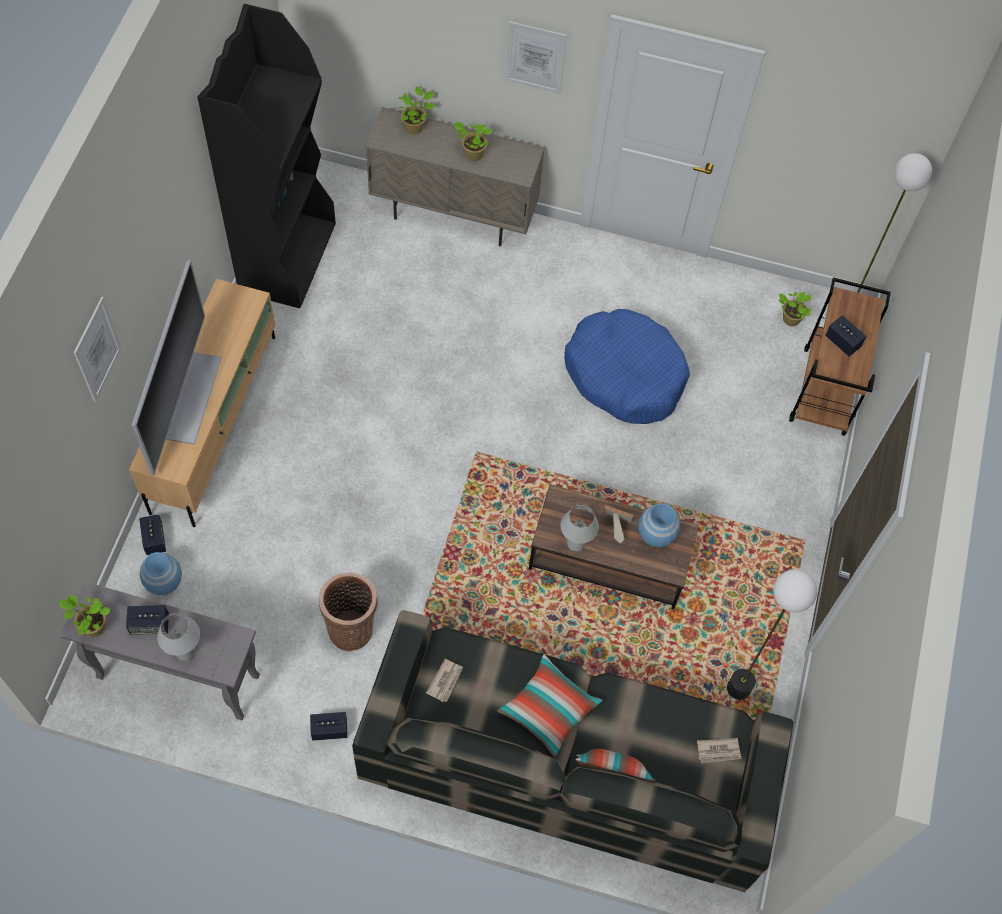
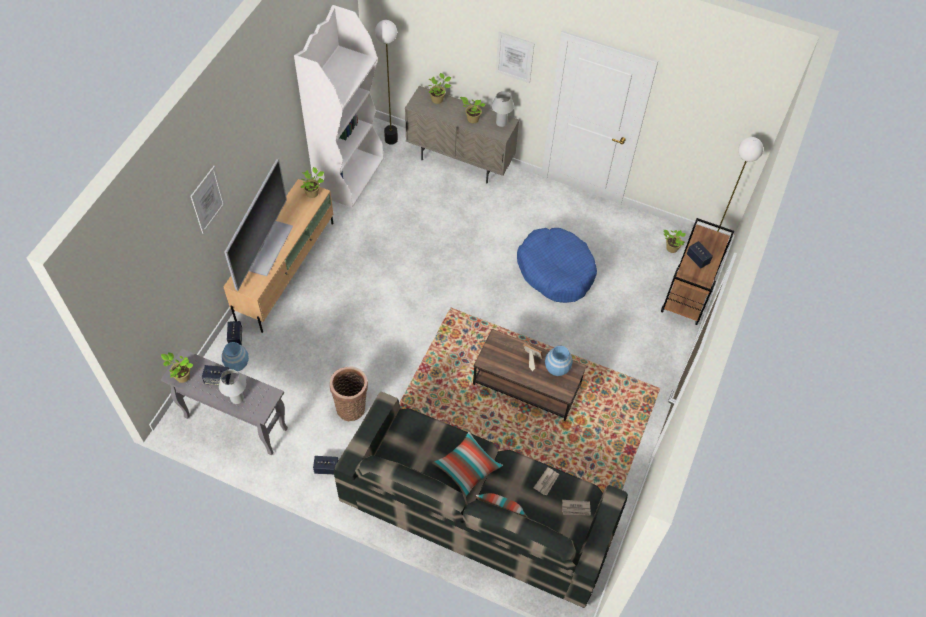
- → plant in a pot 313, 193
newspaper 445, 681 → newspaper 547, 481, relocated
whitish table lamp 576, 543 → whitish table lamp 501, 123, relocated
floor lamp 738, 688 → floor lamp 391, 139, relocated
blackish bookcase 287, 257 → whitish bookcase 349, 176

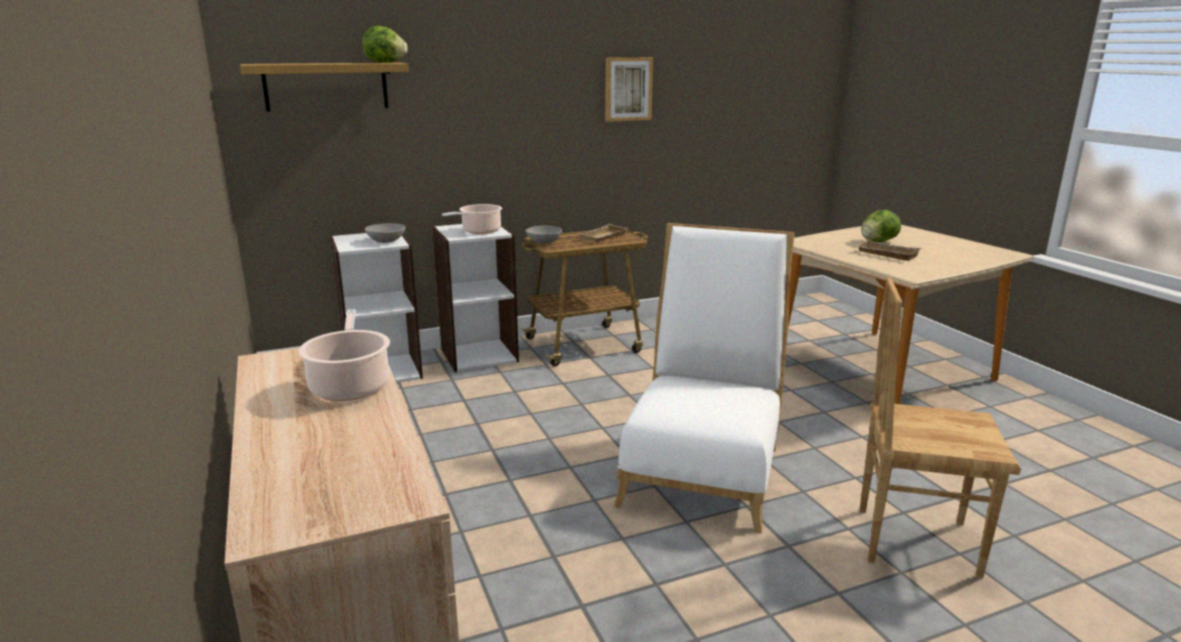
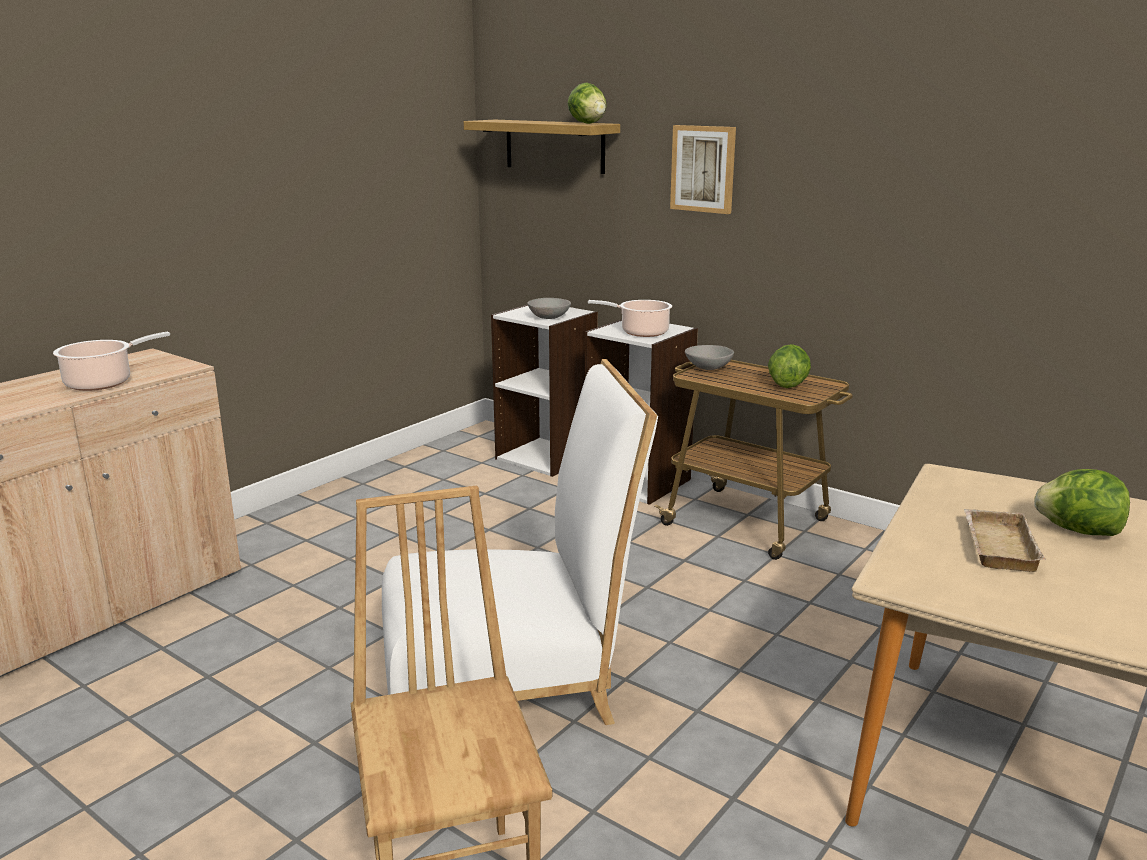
picture 628, 89 → picture 703, 169, relocated
beige-coloured carrying tray 604, 237 → head of lettuce 787, 385

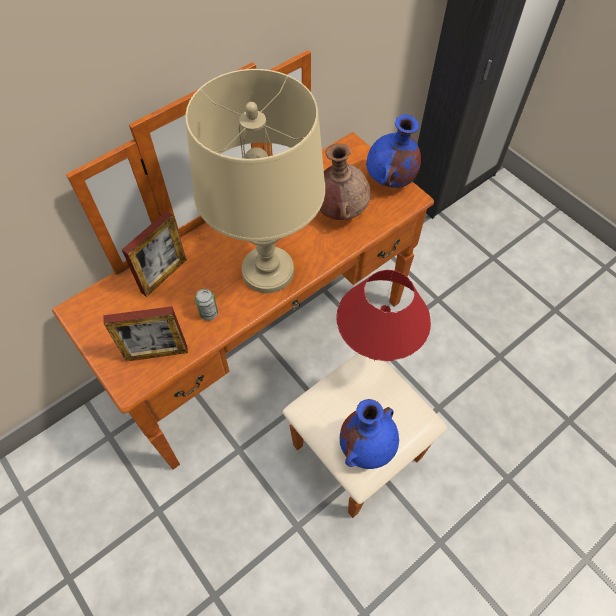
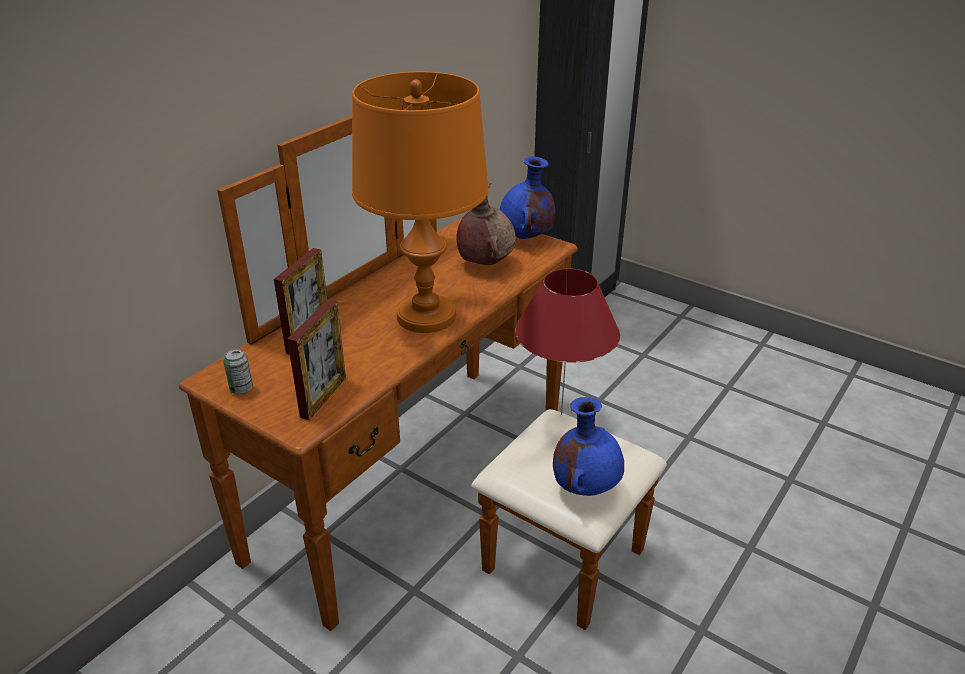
can 209, 313 → can 241, 389, relocated
beige-coloured table lamp 267, 271 → orangey table lamp 426, 316
standing frame 157, 353 → standing frame 323, 397, 45 degrees counterclockwise

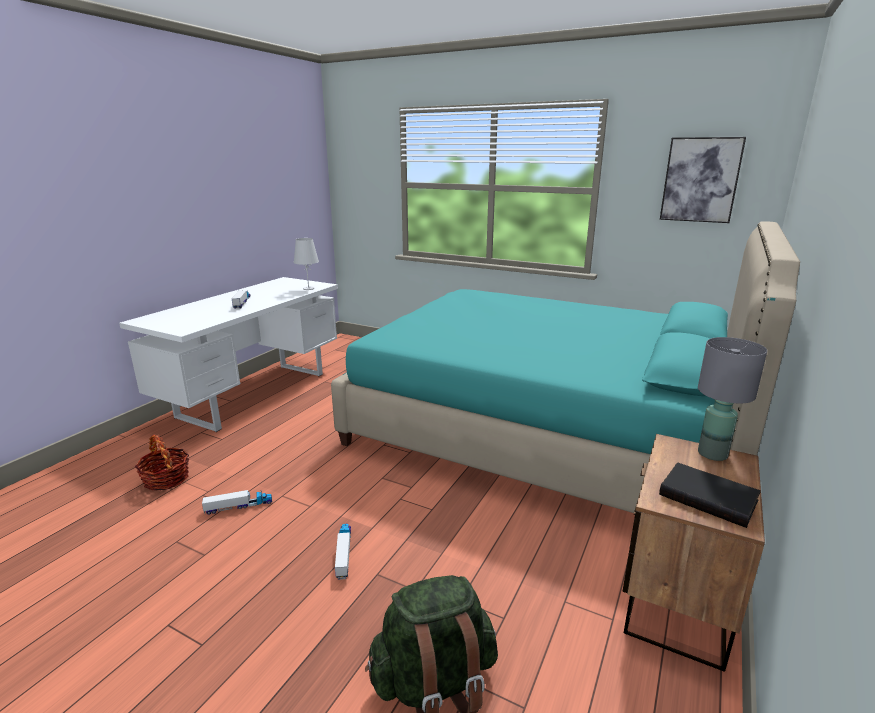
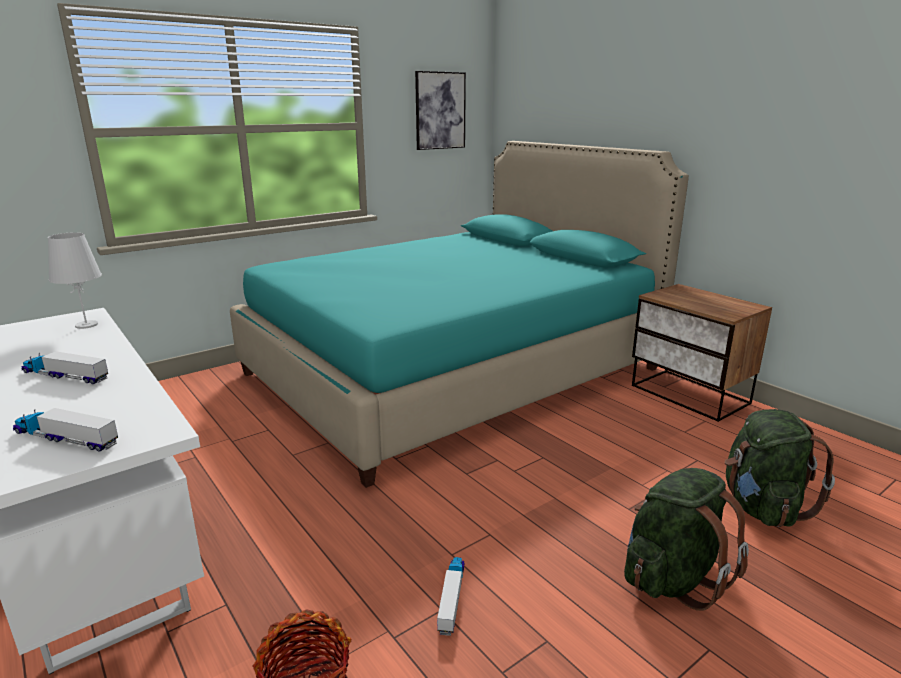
blackish volume 709, 497 → -
gray table lamp 713, 454 → -
- → green knapsack 673, 578
toy lorry 344, 553 → toy lorry 65, 438, relocated

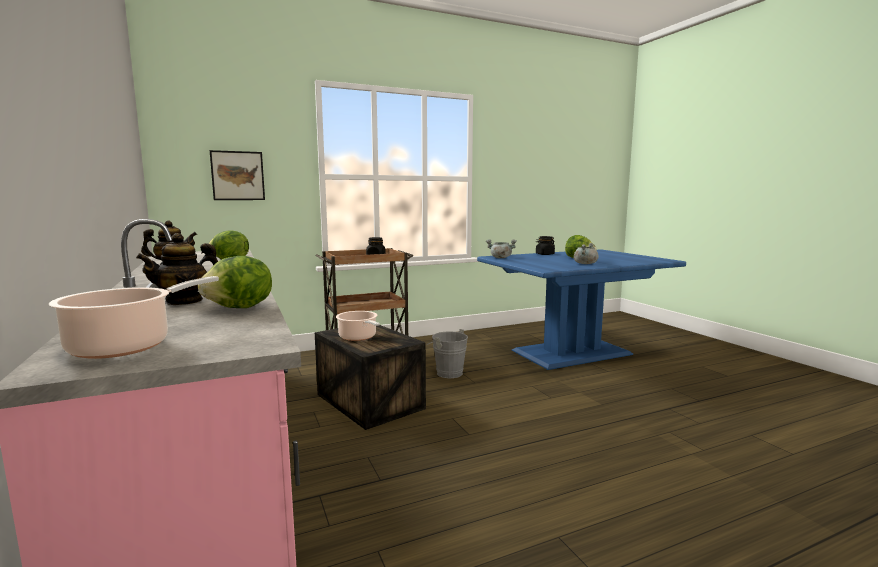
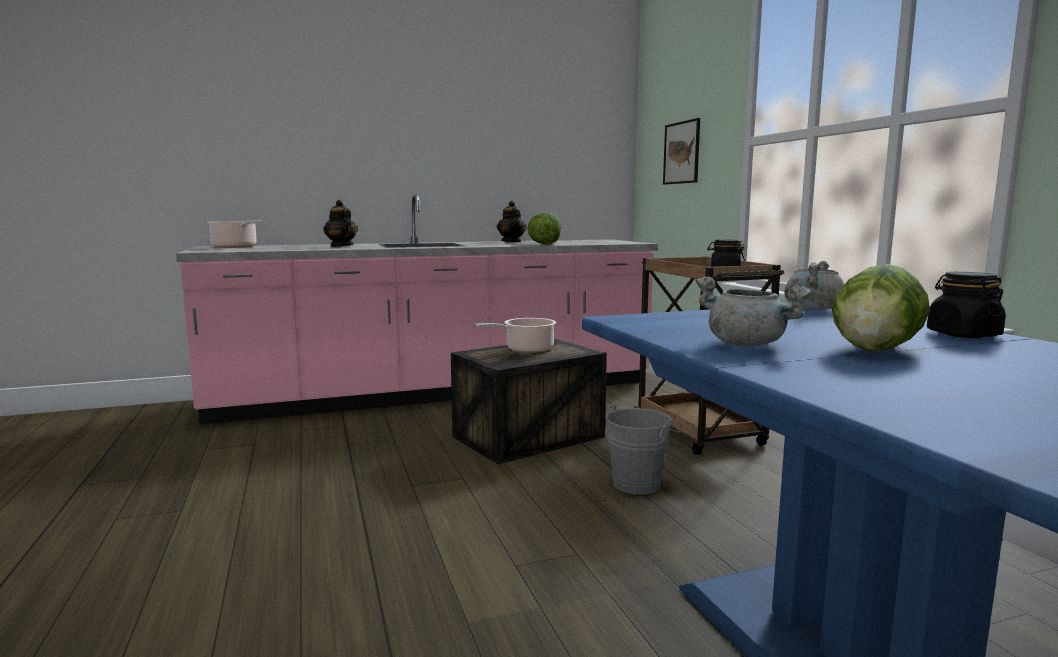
head of lettuce 240, 308 → -

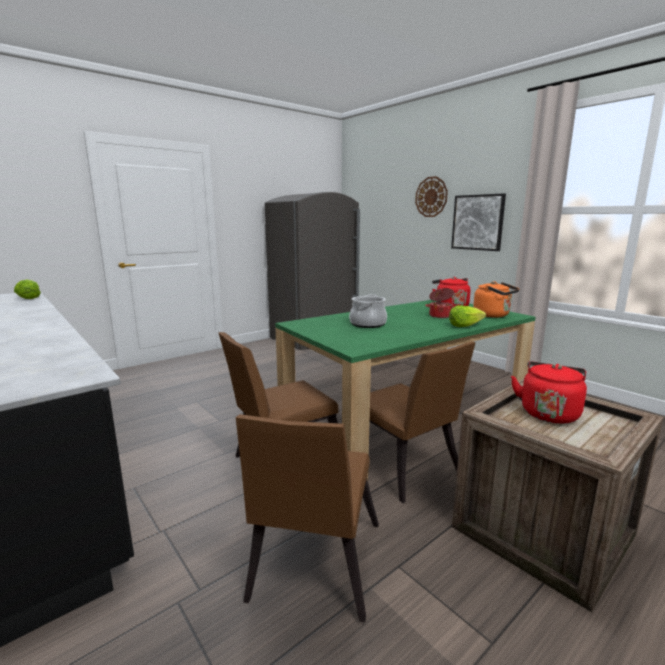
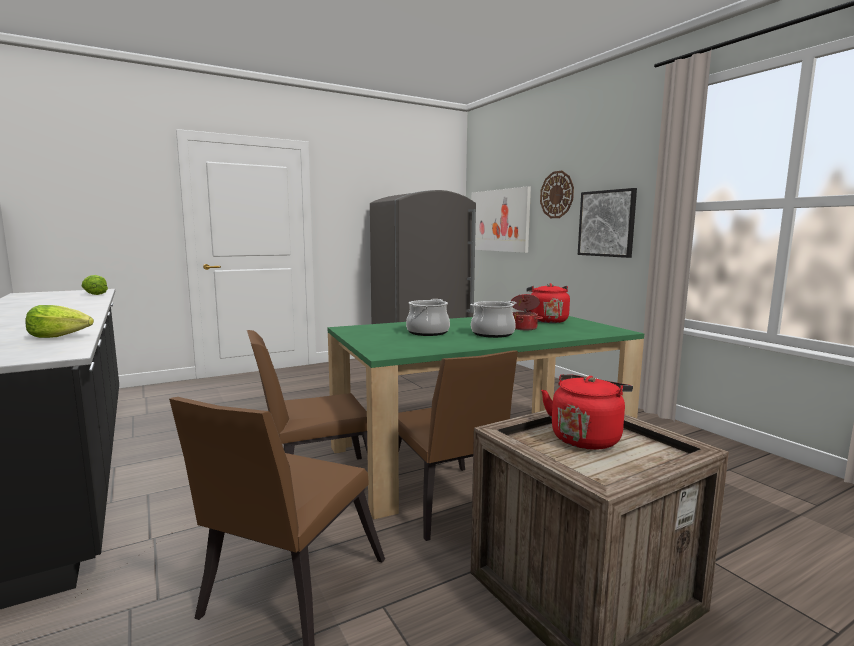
orangey kettle 493, 315 → -
- → stockpot 492, 334
- → picture 499, 220
head of lettuce 464, 325 → head of lettuce 60, 336, relocated

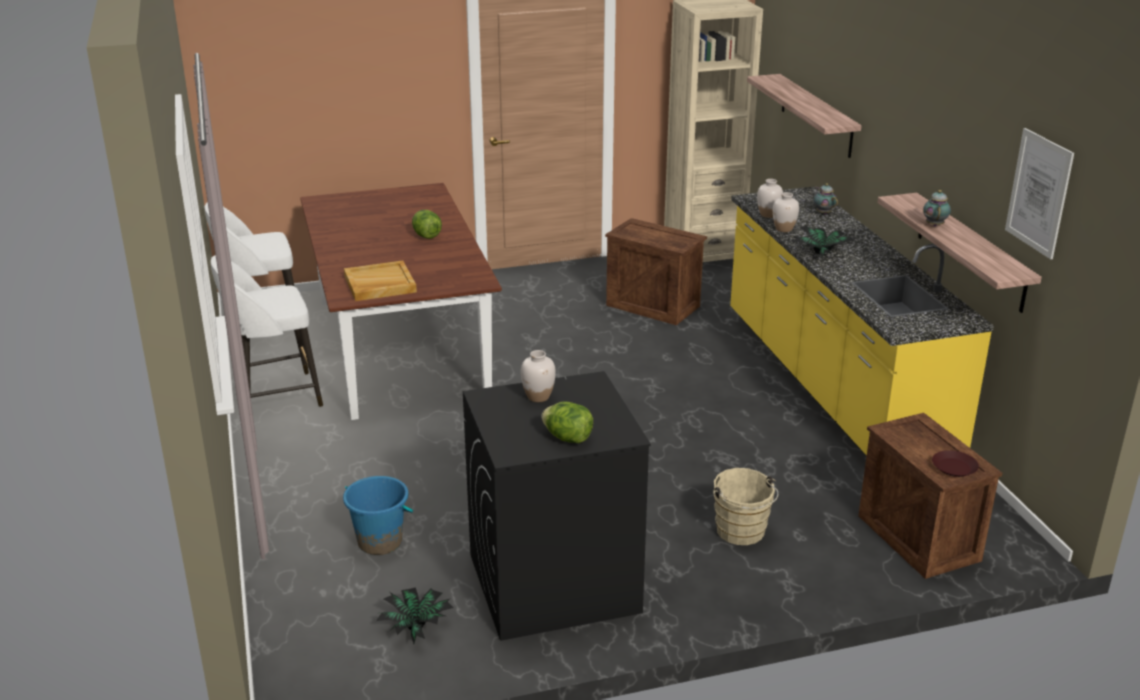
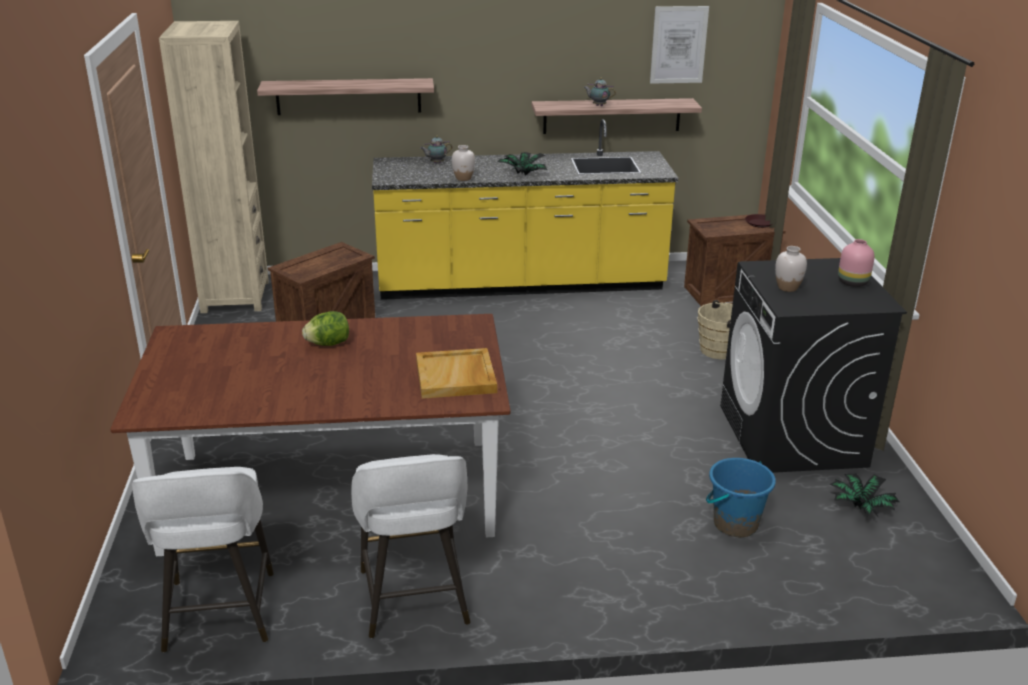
whitish flower vase 768, 214 → -
head of lettuce 568, 438 → pink-coloured flower vase 853, 282

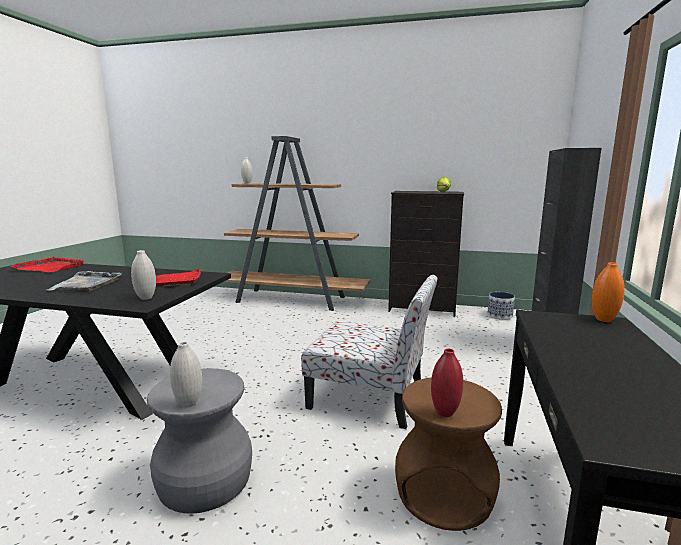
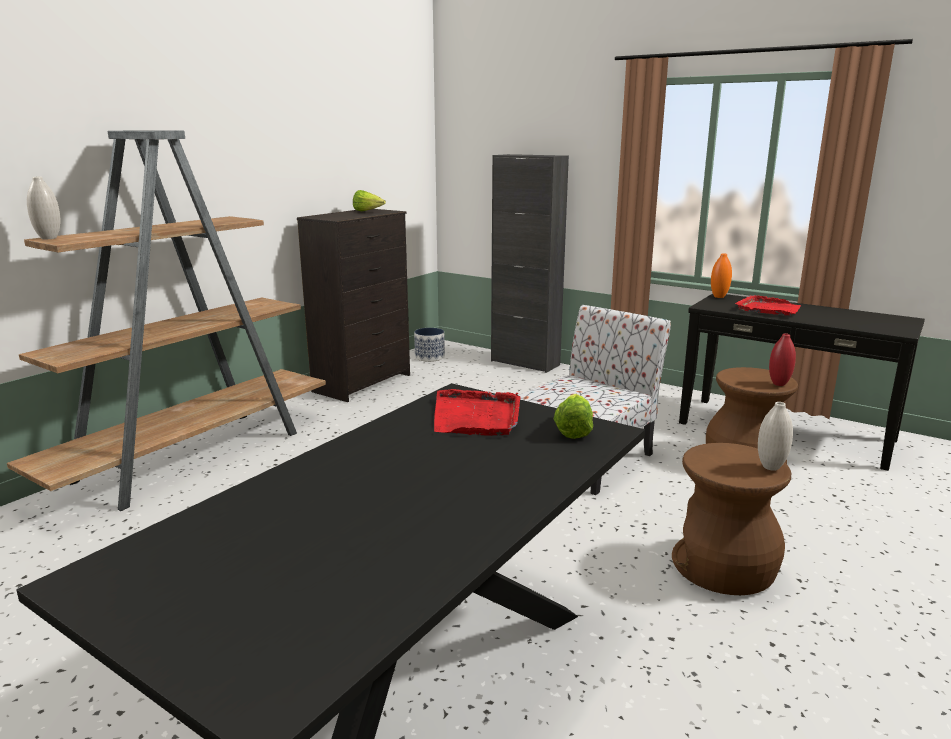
gray carrying tray 86, 284 → -
red carrying tray 51, 267 → red carrying tray 768, 309, relocated
whitish flower vase 146, 298 → head of lettuce 572, 431
gray sitting stool 204, 482 → brown-coloured sitting stool 724, 567

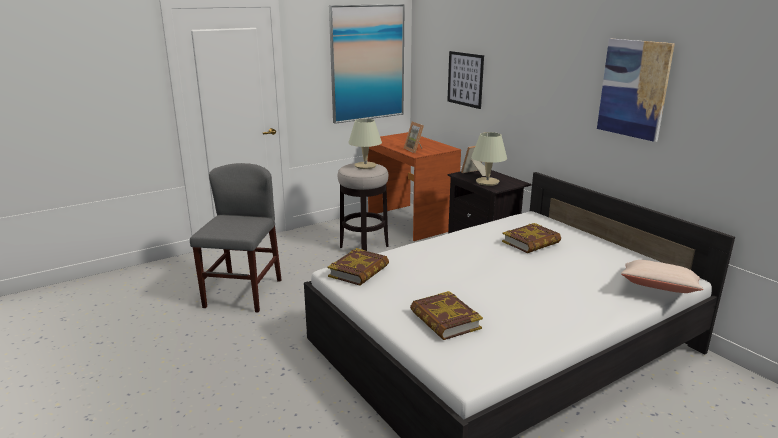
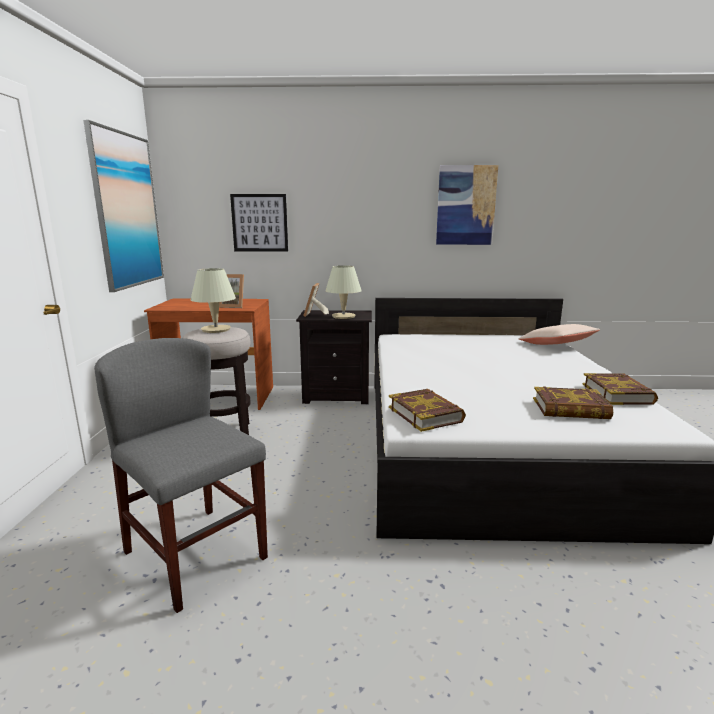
volume 531, 242 → volume 617, 394, relocated

